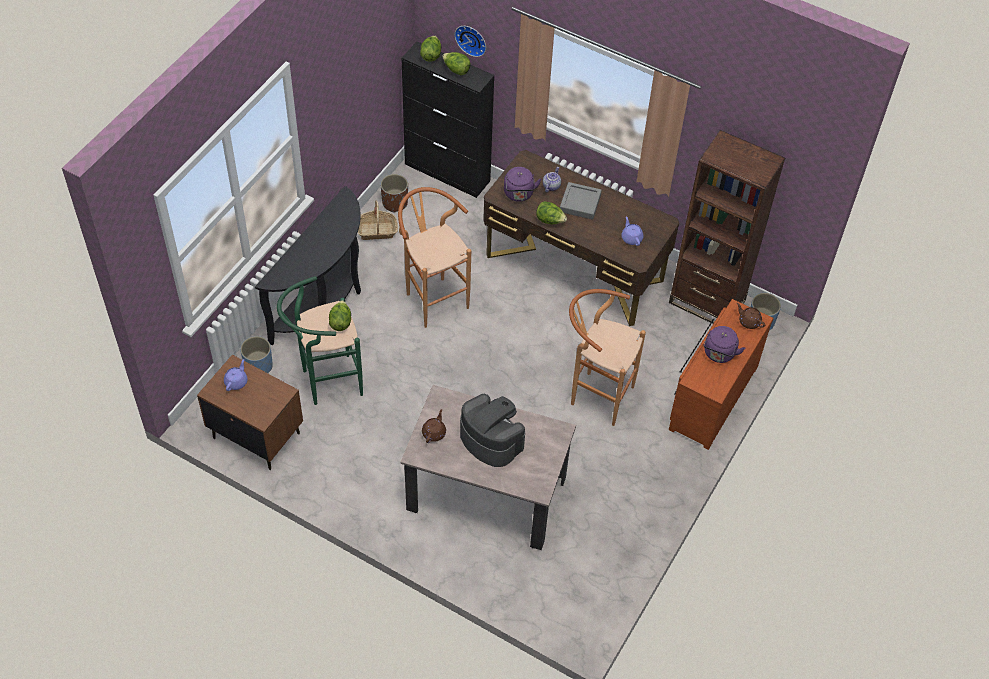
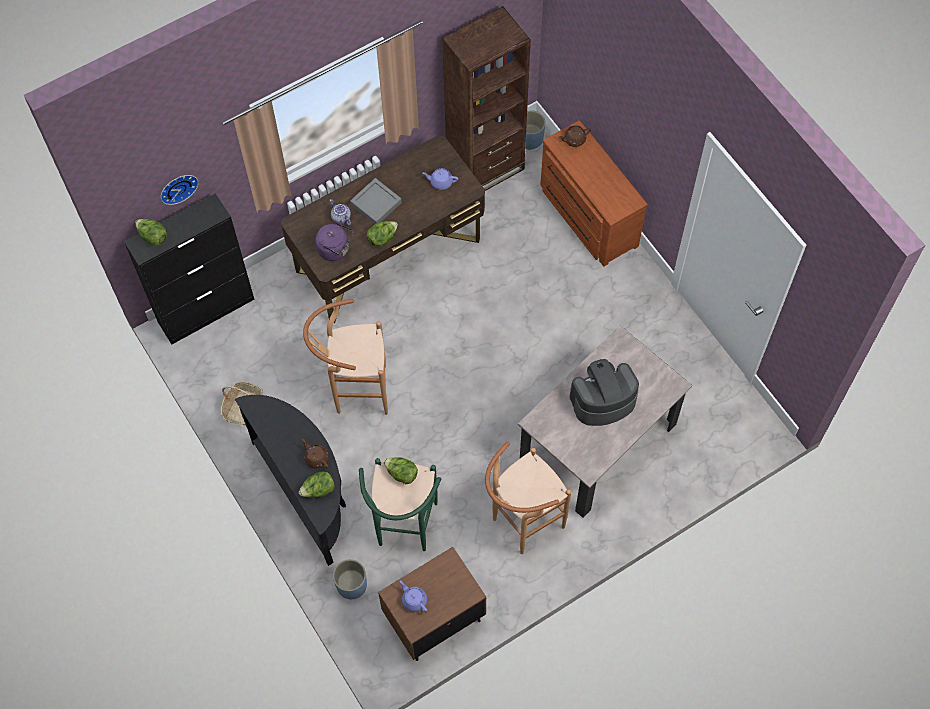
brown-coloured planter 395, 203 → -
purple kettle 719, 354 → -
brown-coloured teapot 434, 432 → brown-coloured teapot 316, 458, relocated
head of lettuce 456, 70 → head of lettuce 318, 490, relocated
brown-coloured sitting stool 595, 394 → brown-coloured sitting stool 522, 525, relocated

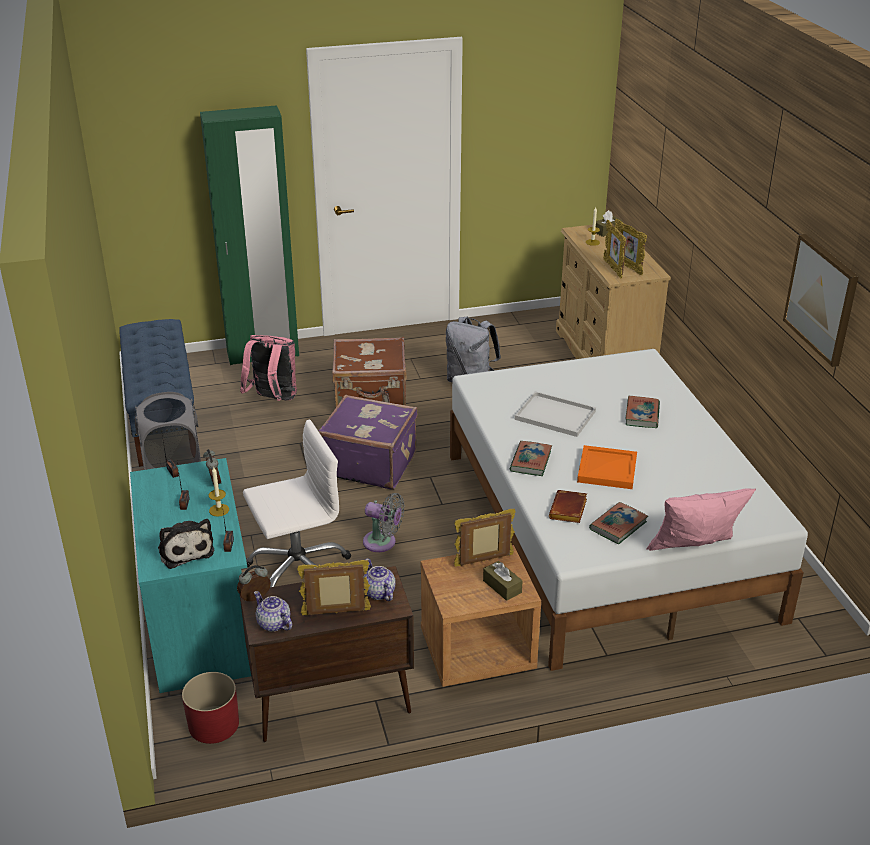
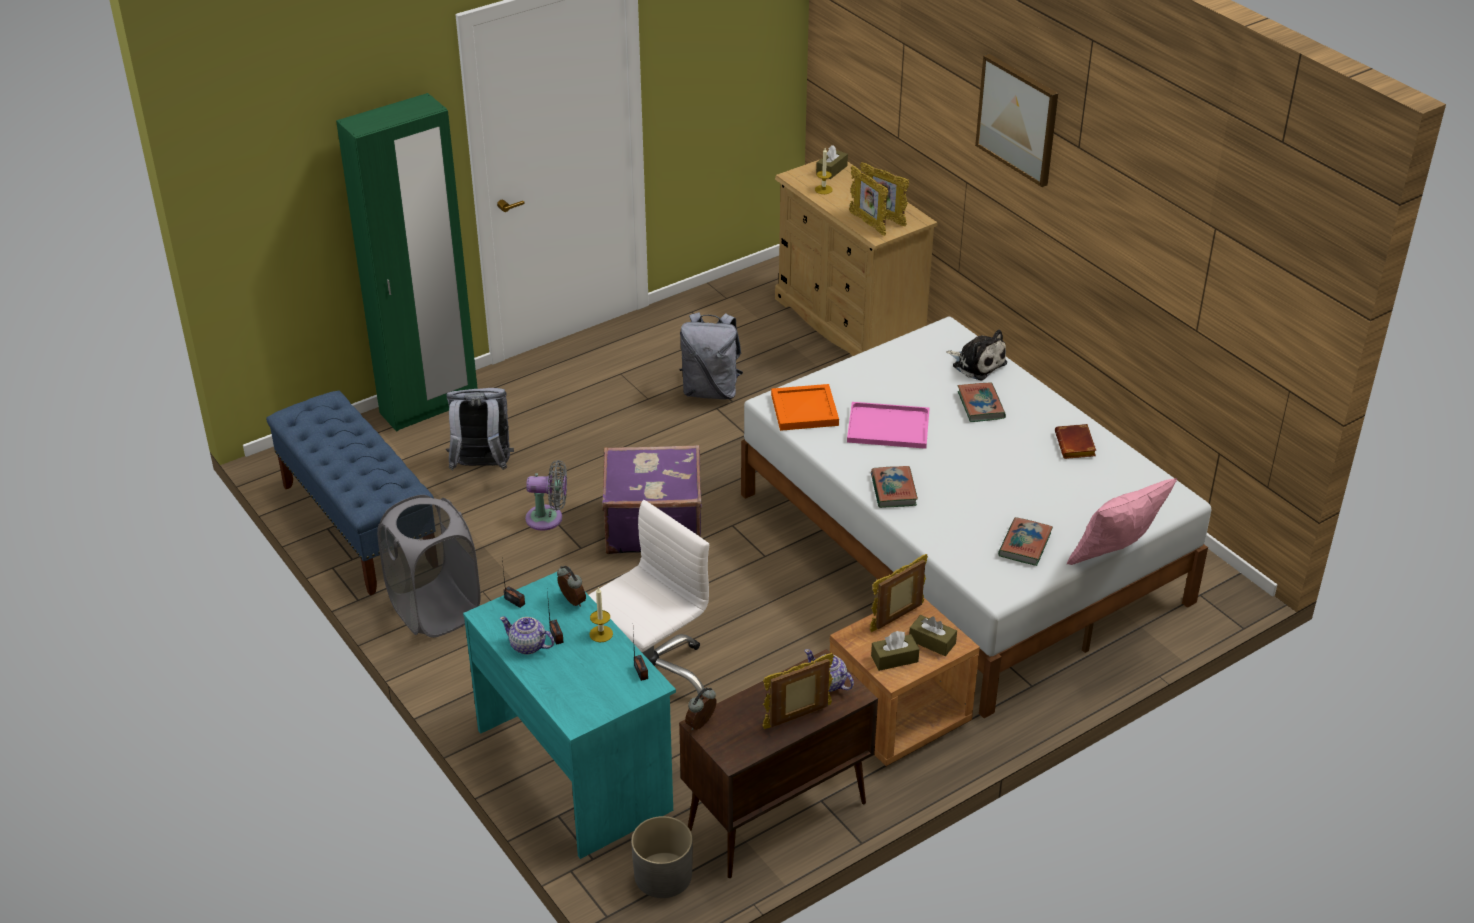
brown-coloured suitcase 371, 399 → -
- → brown-coloured box of tissues 894, 659
plush toy 185, 549 → plush toy 977, 364, relocated
teapot 273, 624 → teapot 528, 646, relocated
gray electric fan 382, 543 → gray electric fan 548, 518, relocated
brown-coloured volume 569, 511 → brown-coloured volume 1076, 446, relocated
orangey carrying tray 608, 470 → orangey carrying tray 805, 410, relocated
picture 821, 299 → picture 1018, 119, relocated
red planter 213, 724 → gray planter 662, 875
pink-coloured knapsack 273, 399 → gray knapsack 482, 467
whitish carrying tray 557, 415 → pink-coloured carrying tray 890, 426

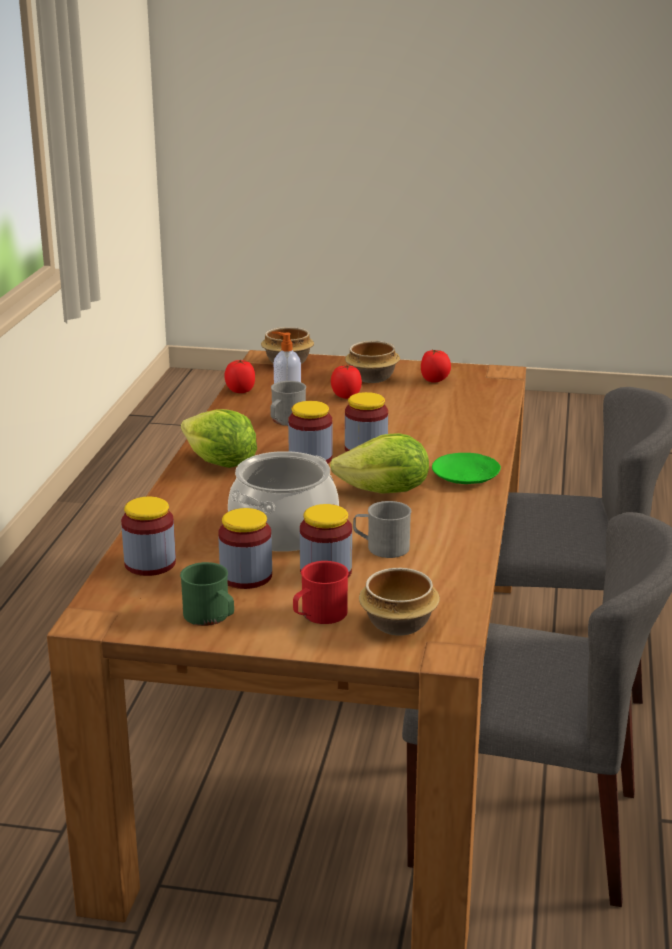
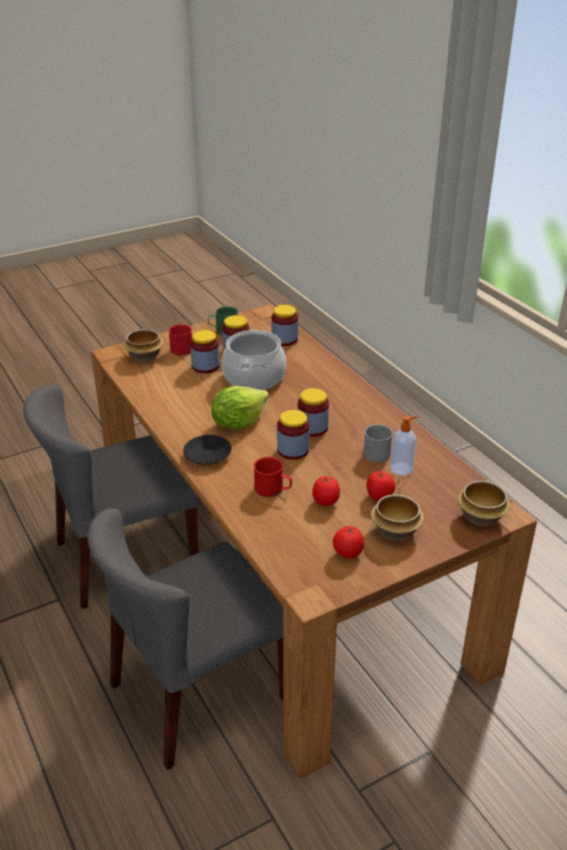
head of lettuce 220, 464 → -
gray coffee mug 381, 547 → -
- → red coffee mug 273, 490
whole tomato 240, 391 → whole tomato 325, 502, relocated
green dinner plate 466, 476 → blackish dinner plate 207, 455

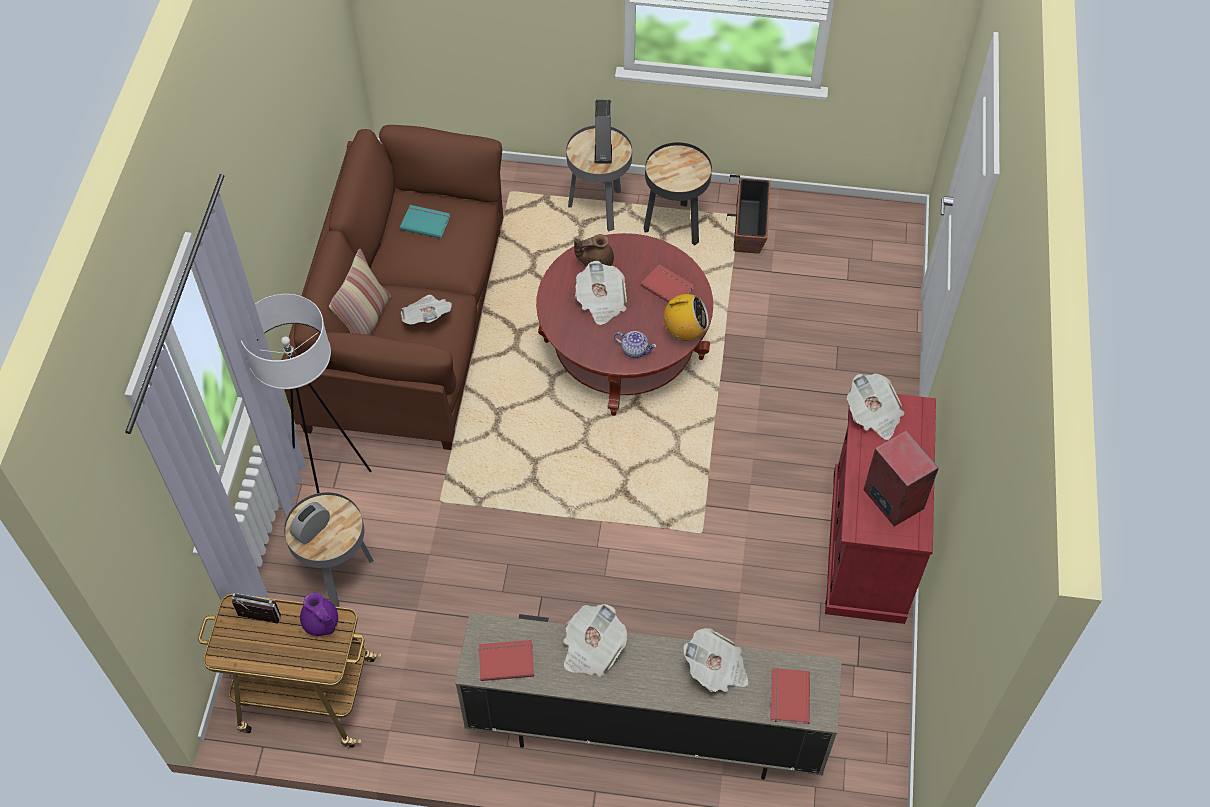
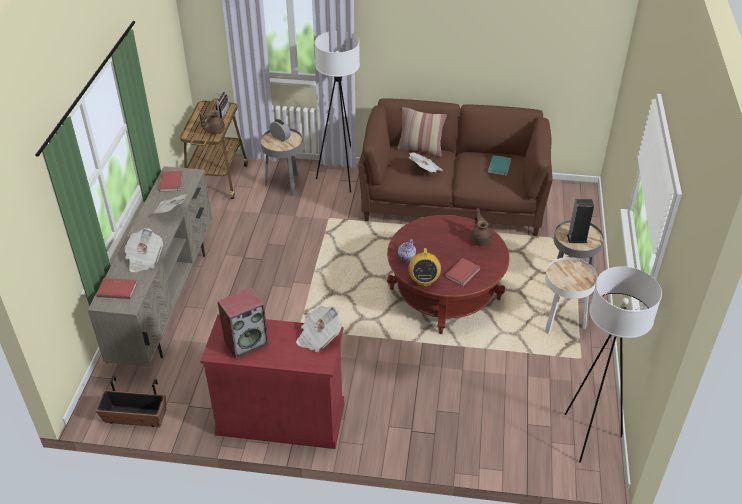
newspaper 601, 302 → -
- → whitish floor lamp 588, 436
planter 749, 226 → planter 135, 417, relocated
purple teapot 321, 623 → brown-coloured teapot 214, 131
blackish side table 675, 226 → whitish side table 562, 322

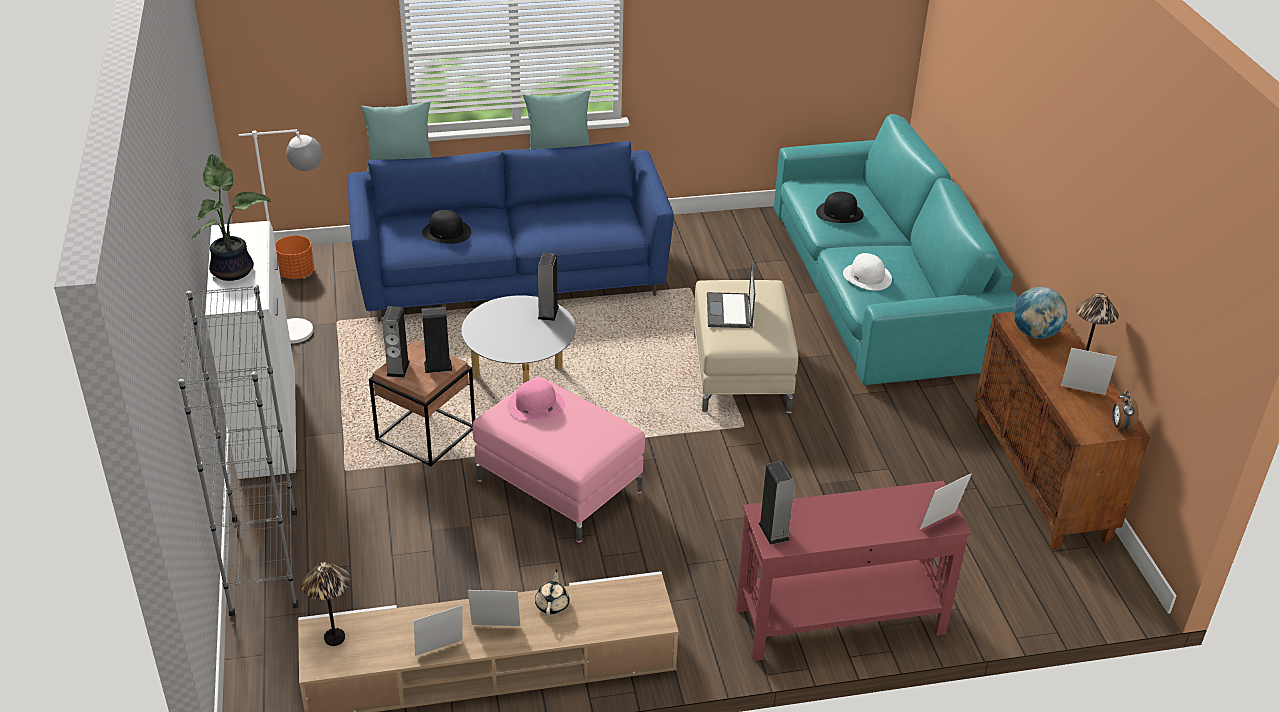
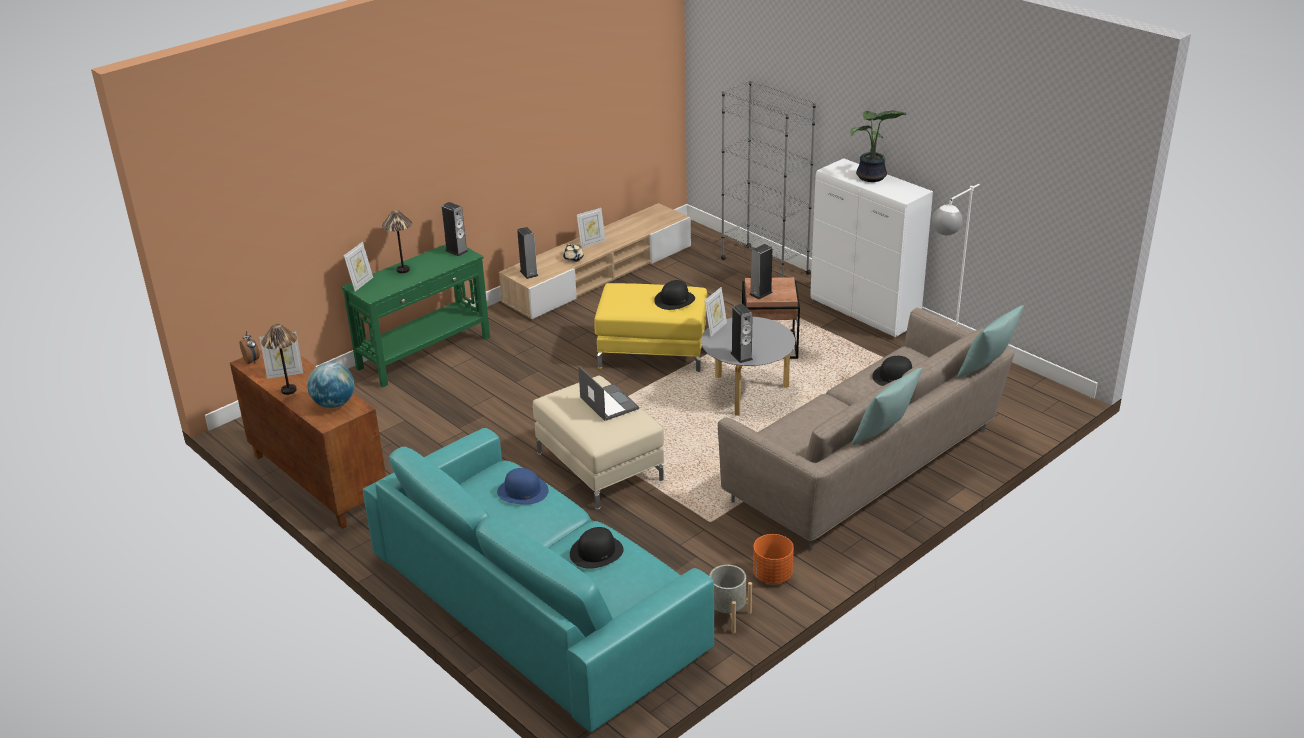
- → gray planter 727, 616
orangey planter 297, 273 → orangey planter 772, 575, relocated
table lamp 334, 638 → table lamp 403, 270, relocated
audio speaker 398, 368 → audio speaker 529, 273, relocated
standing frame 440, 651 → standing frame 715, 328, relocated
bluish settee 511, 277 → beige-coloured settee 866, 467
pink-coloured footrest 560, 485 → yellow footrest 652, 352
pink-coloured hat 535, 405 → blackish hat 674, 300
red hall table 838, 620 → green hall table 425, 353
whitish hat 867, 277 → bluish hat 522, 491

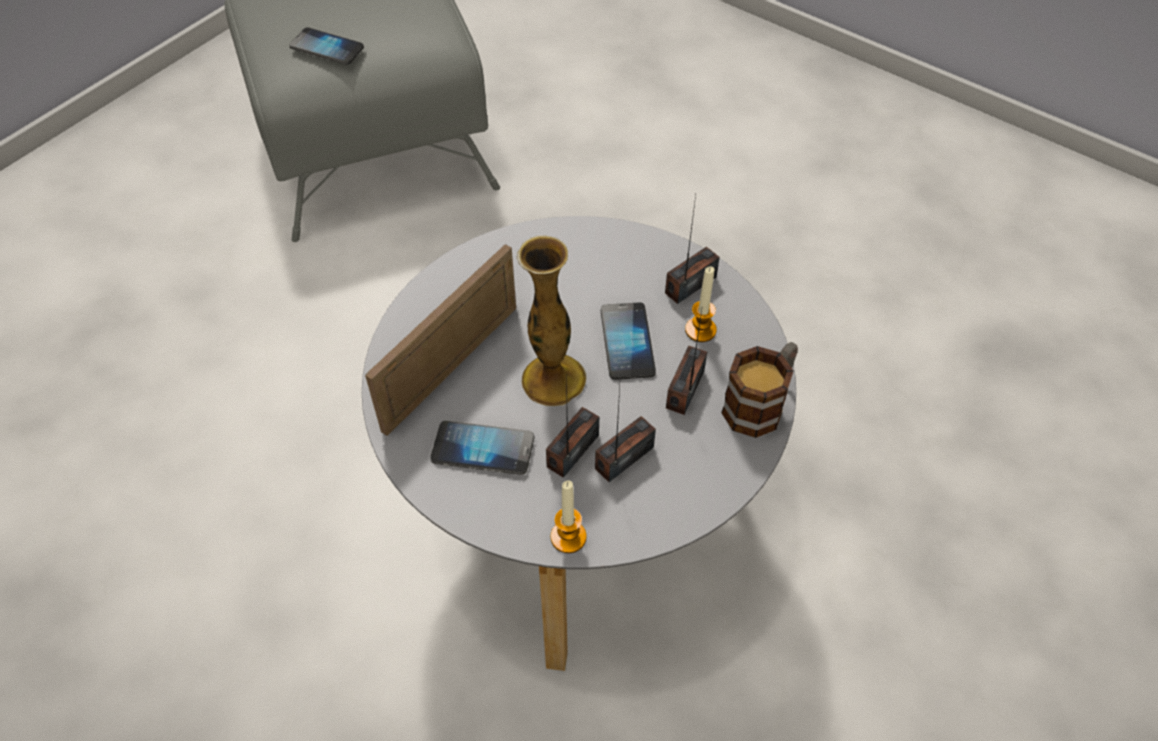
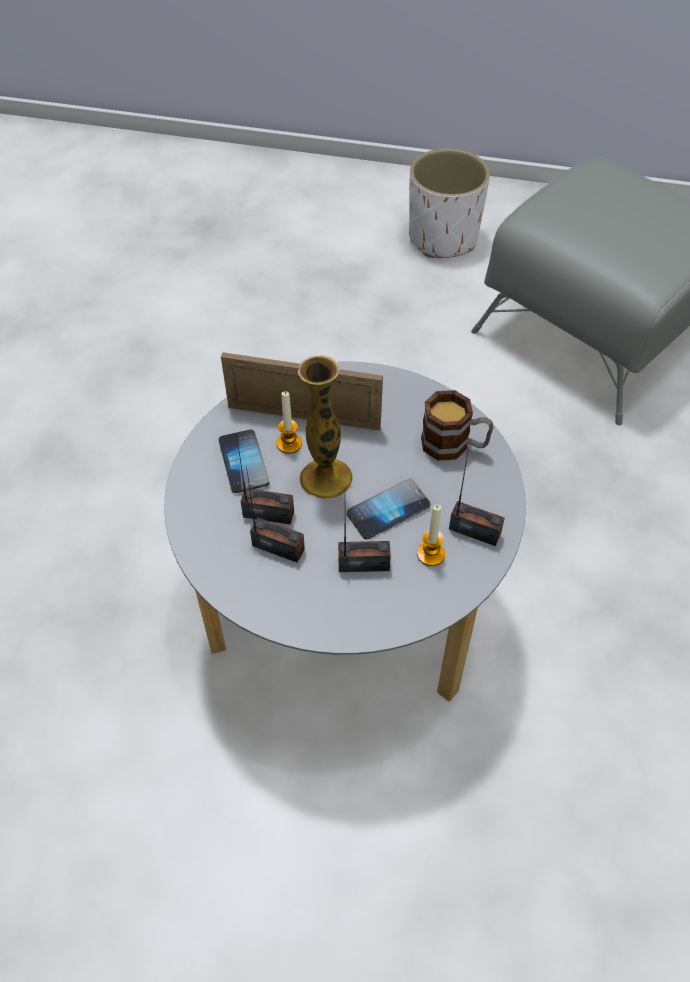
phone 327, 48 → -
- → whitish planter 443, 238
wax light 568, 537 → wax light 289, 443, relocated
coffee mug 760, 403 → coffee mug 454, 445, relocated

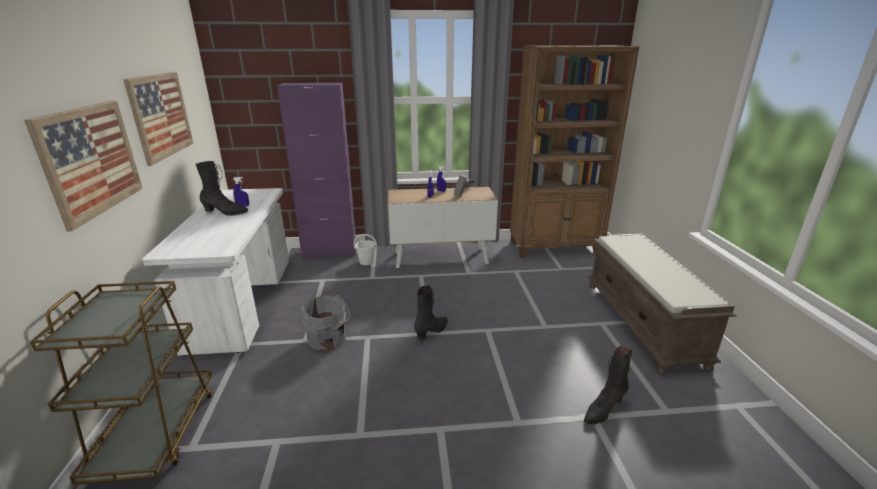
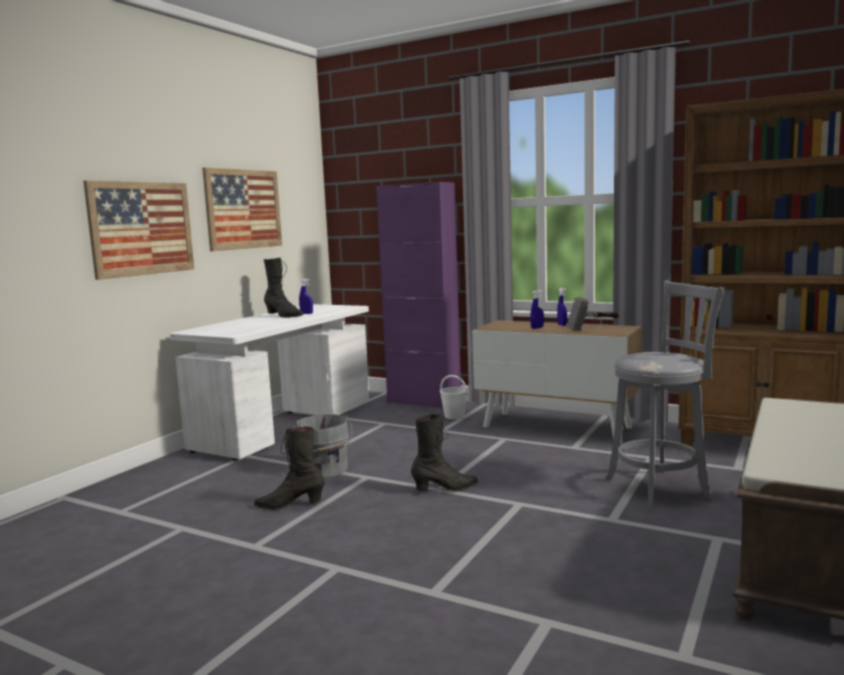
brown-coloured wheeled cart 156, 433 → -
- → gray sitting stool 661, 488
blackish boot 603, 410 → blackish boot 290, 505, relocated

